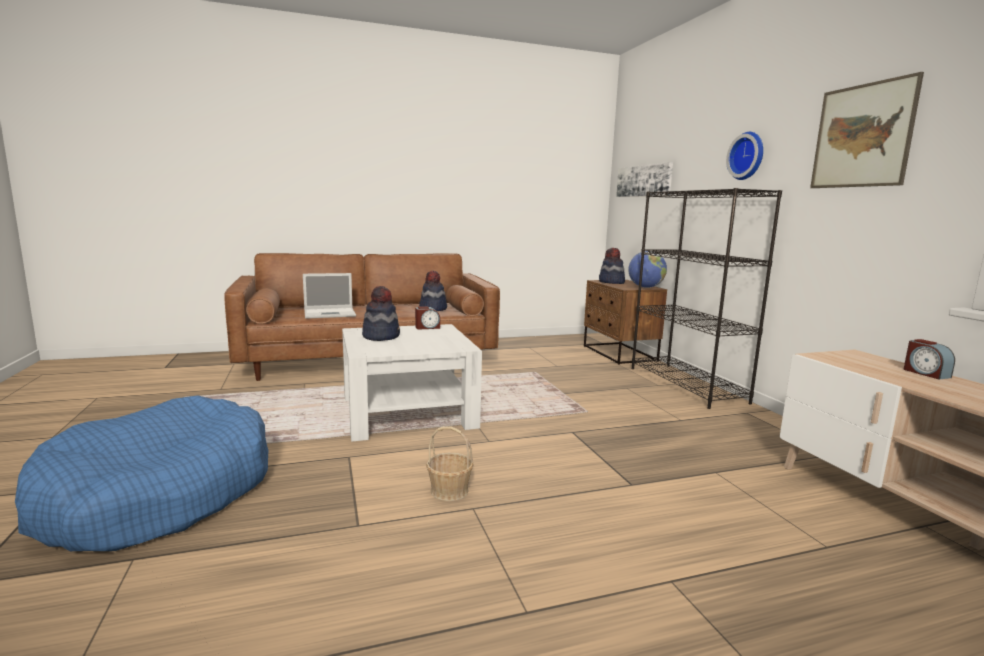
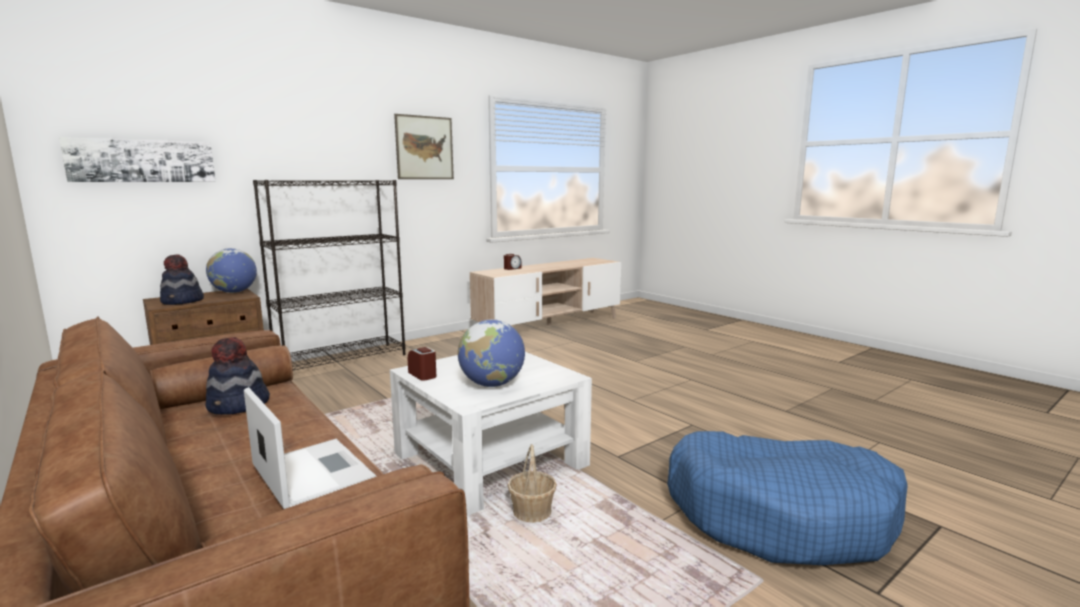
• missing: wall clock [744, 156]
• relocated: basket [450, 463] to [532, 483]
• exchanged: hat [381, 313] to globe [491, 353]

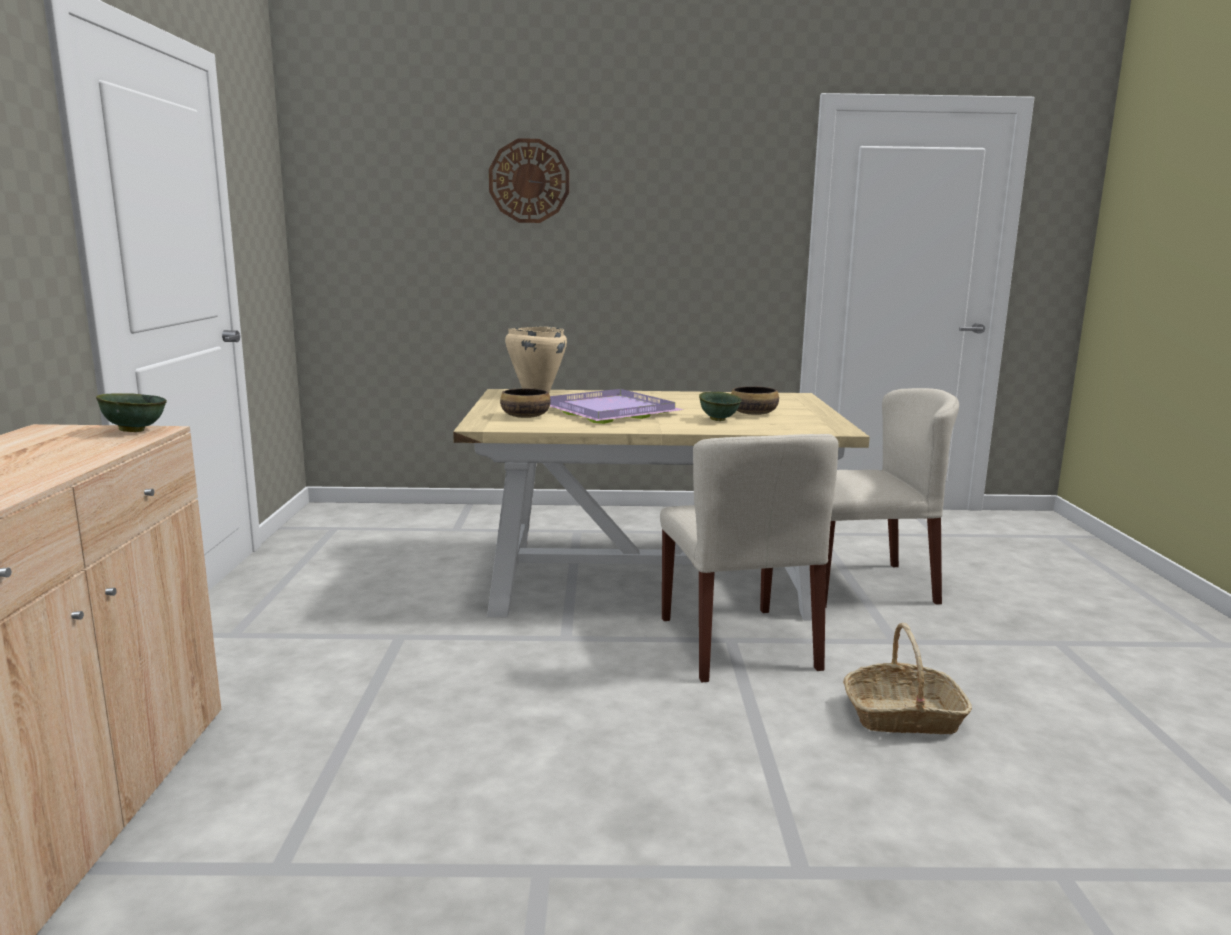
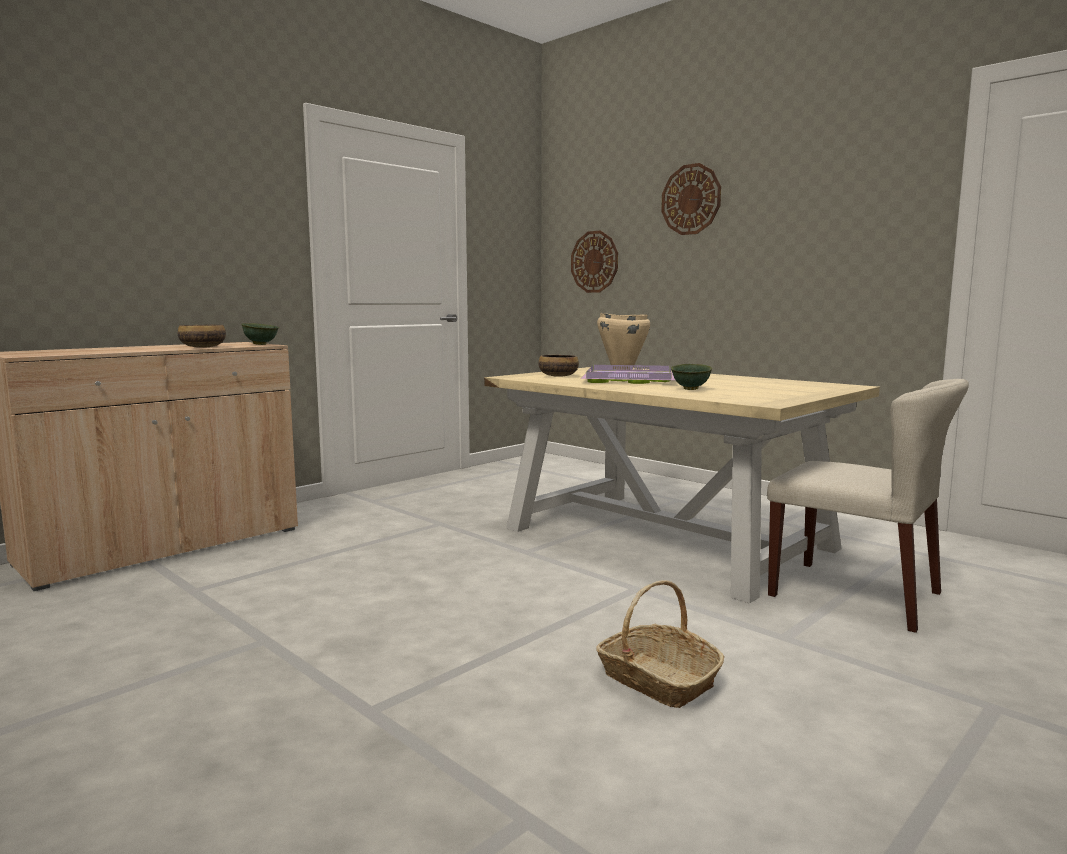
• missing: chair (beige) [749, 558]
• appeared: wall clock [594, 262]
• relocated: bowl [755, 400] to [202, 336]

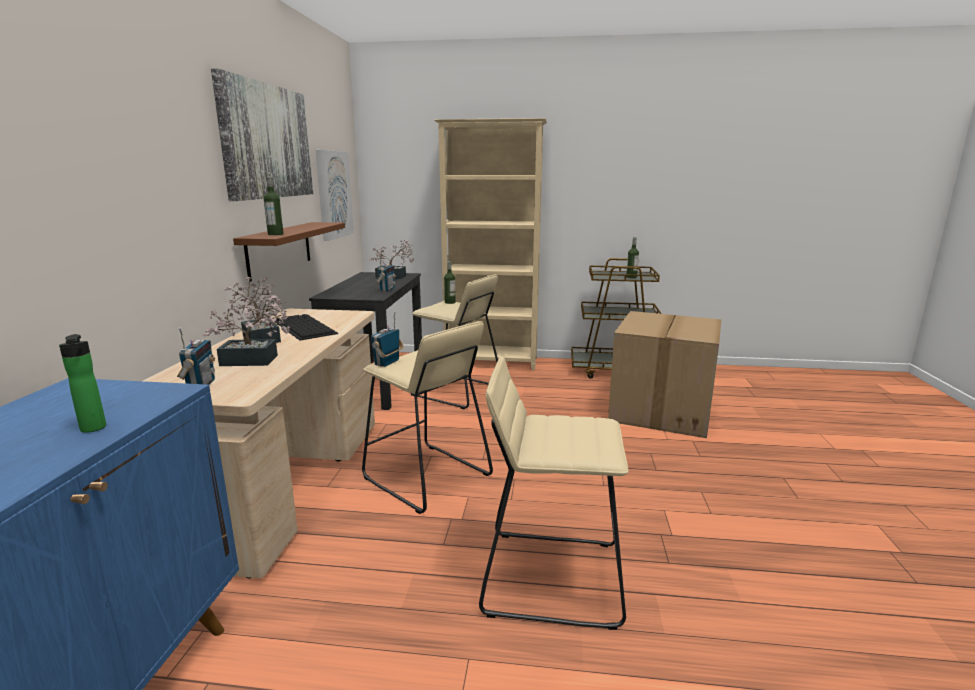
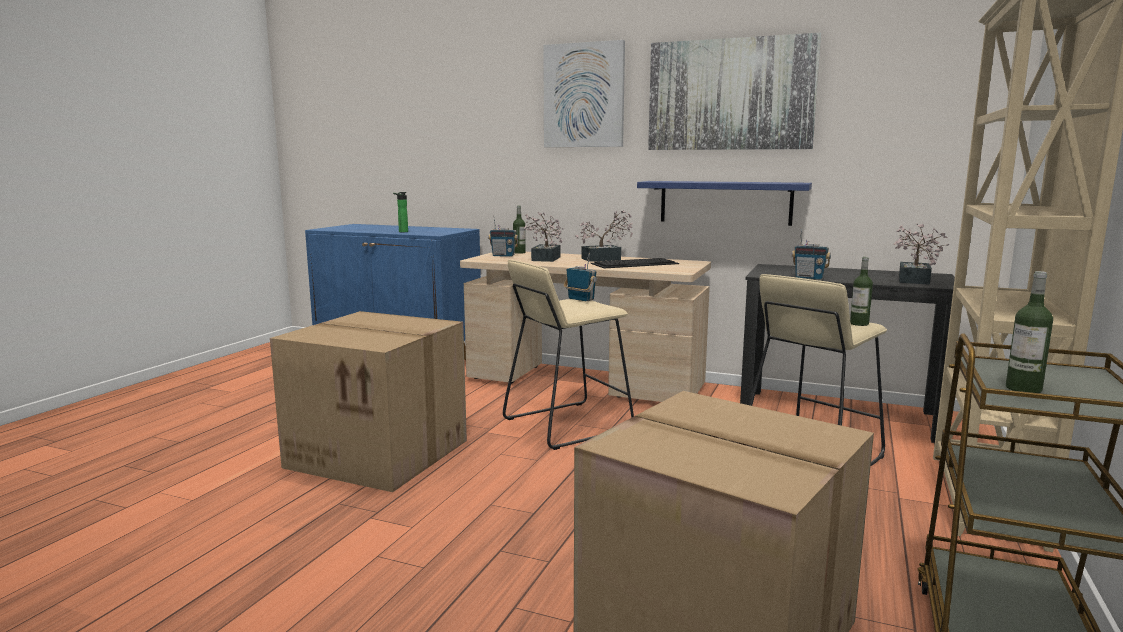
• relocated: bottle [274, 205] to [519, 230]
• relocated: picture [335, 195] to [584, 93]
• exchanged: stool (beige) [554, 493] to cardboard box [368, 401]
• colour: shelf (brown) [289, 252] to shelf (blue) [724, 203]

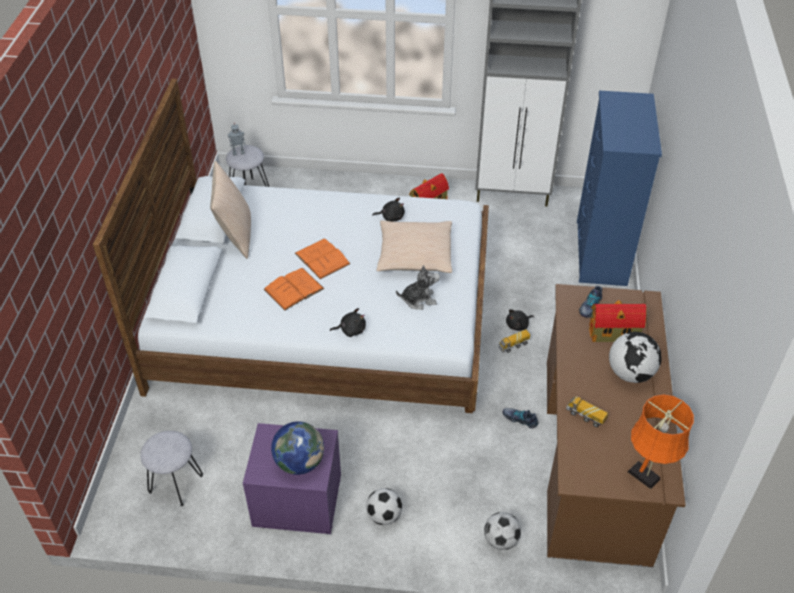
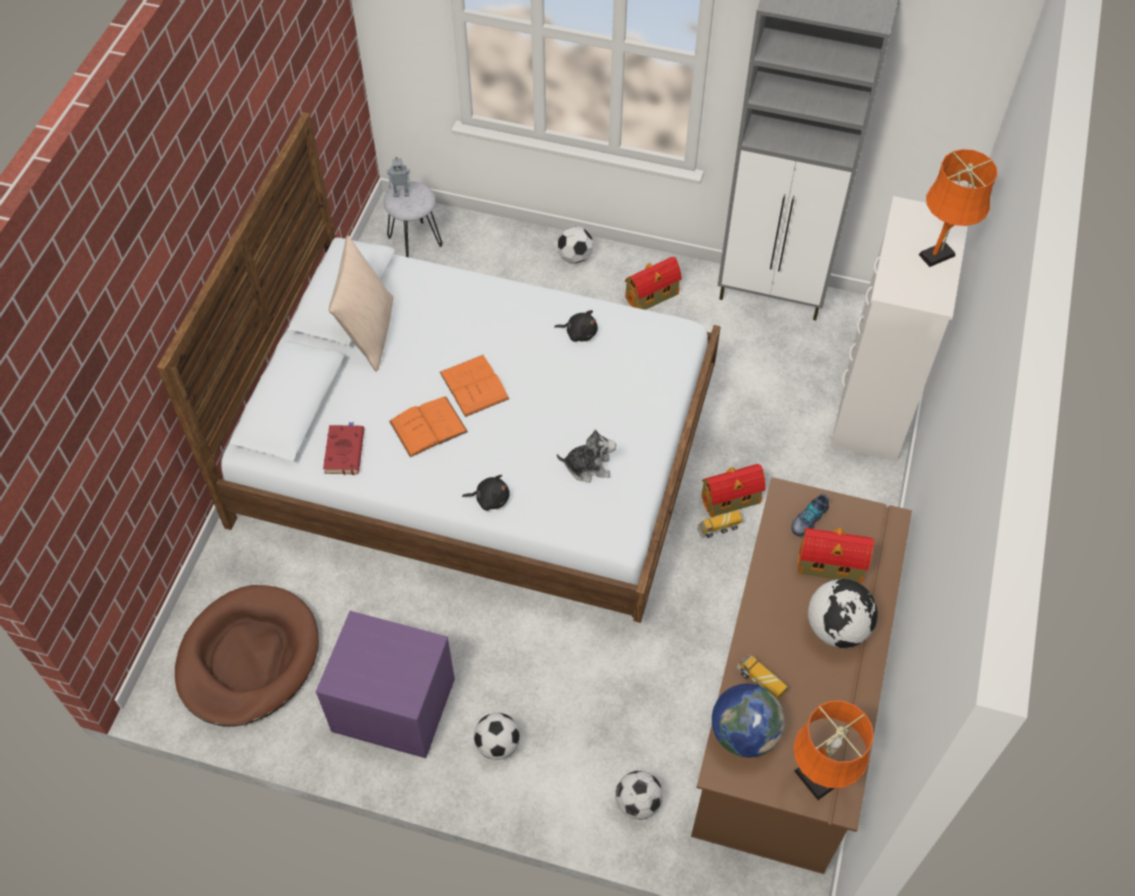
• missing: pillow (beige) [414, 247]
• missing: shoe [520, 418]
• appeared: book (red) [343, 448]
• appeared: football [575, 245]
• appeared: table lamp (orange) [958, 208]
• relocated: globe [297, 448] to [748, 720]
• exchanged: stool (grey) [171, 468] to dog bed (brown) [247, 656]
• exchanged: plush toy (black) [520, 320] to toy house [733, 490]
• colour: dresser (blue) [619, 188] to dresser (white) [899, 328]

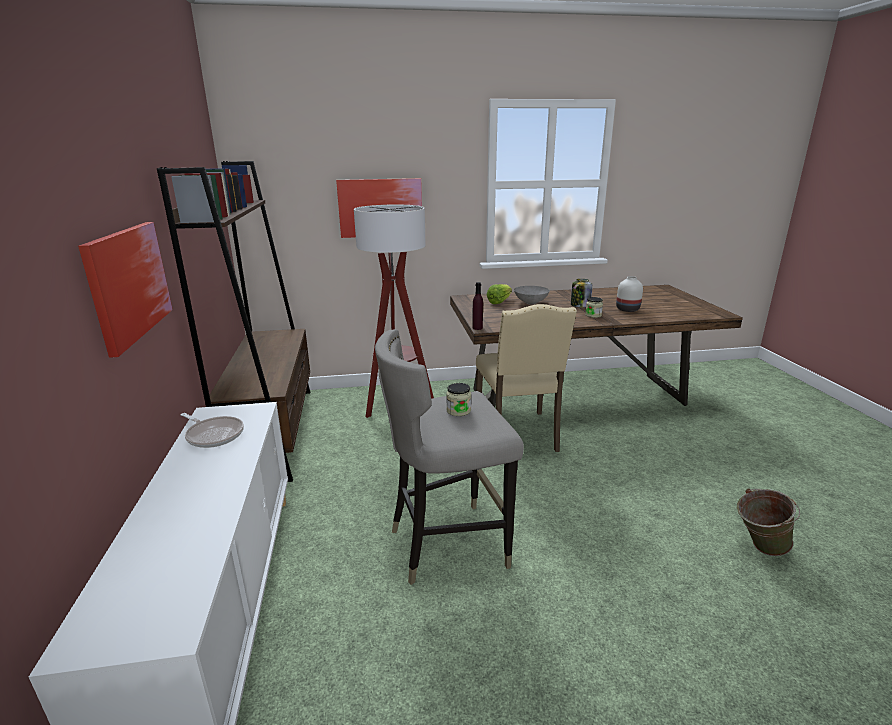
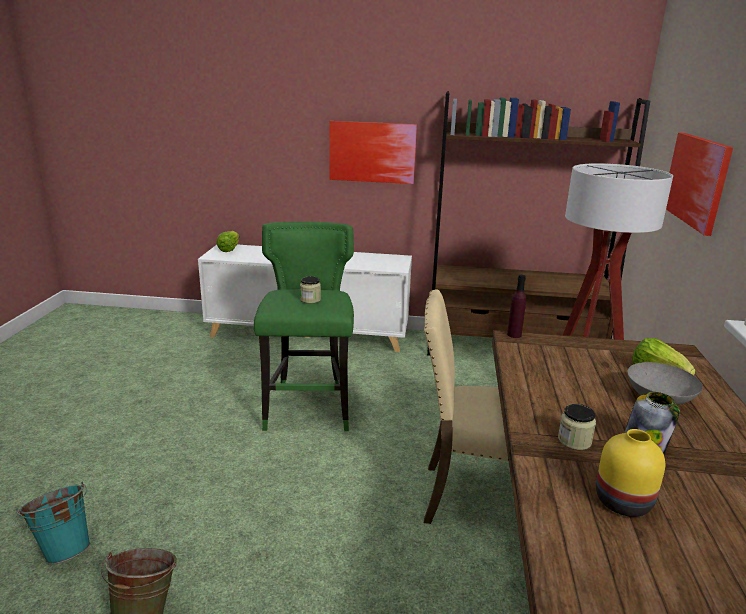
• missing: frying pan [212, 430]
• appeared: bucket (turquoise) [53, 522]
• appeared: lettuce [227, 241]
• colour: stool (grey) [449, 457] to stool (green) [304, 326]
• colour: vase (white) [629, 294] to vase (yellow) [630, 473]

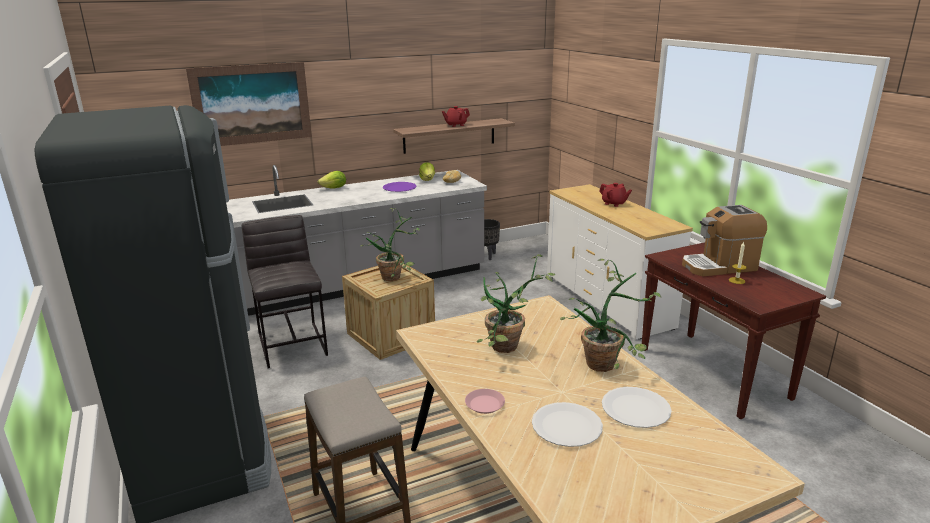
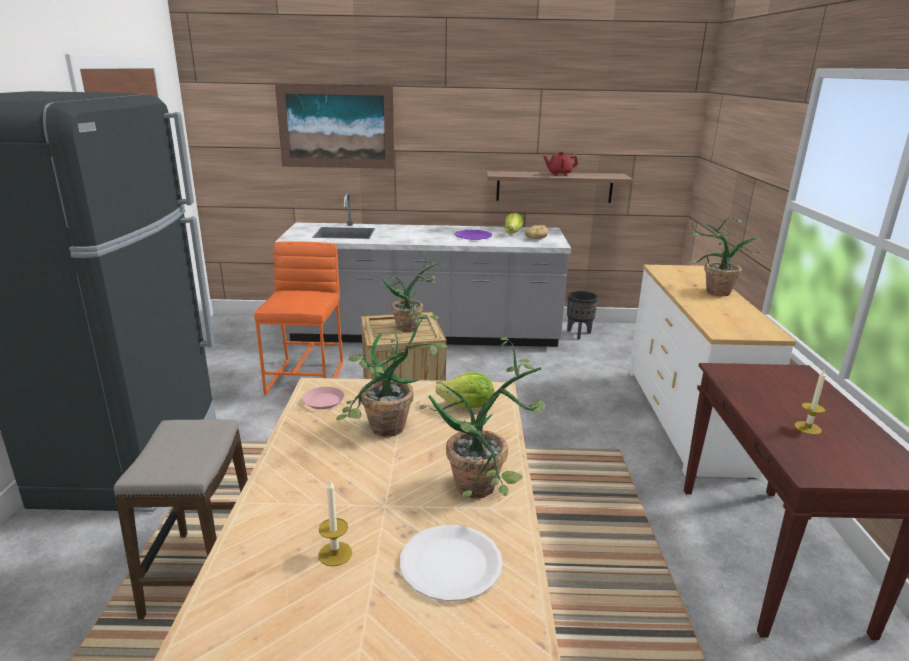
• missing: coffee machine [724, 240]
• relocated: lettuce [332, 180] to [464, 390]
• relocated: plate (pink) [485, 401] to [323, 398]
• exchanged: plate (white) [567, 424] to candle [335, 523]
• exchanged: teapot (red) [615, 195] to potted plant [726, 256]
• colour: stool (grey) [285, 291] to stool (orange) [298, 318]

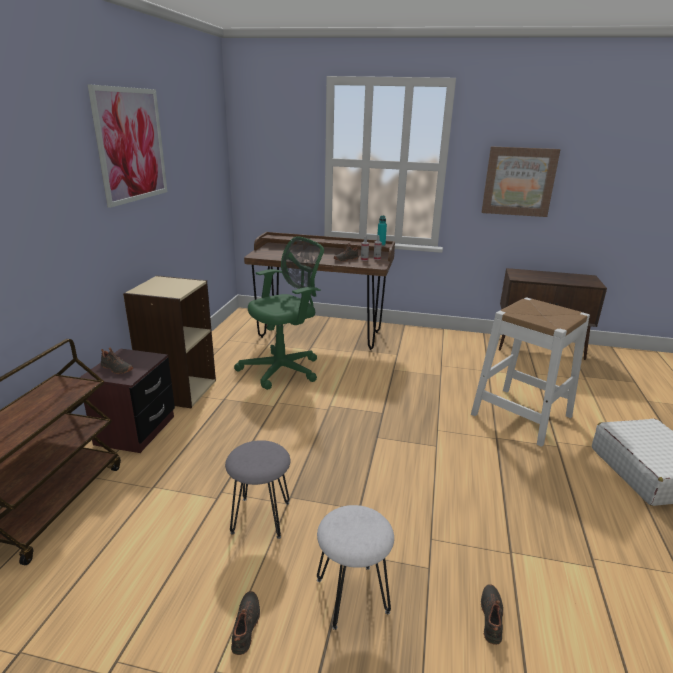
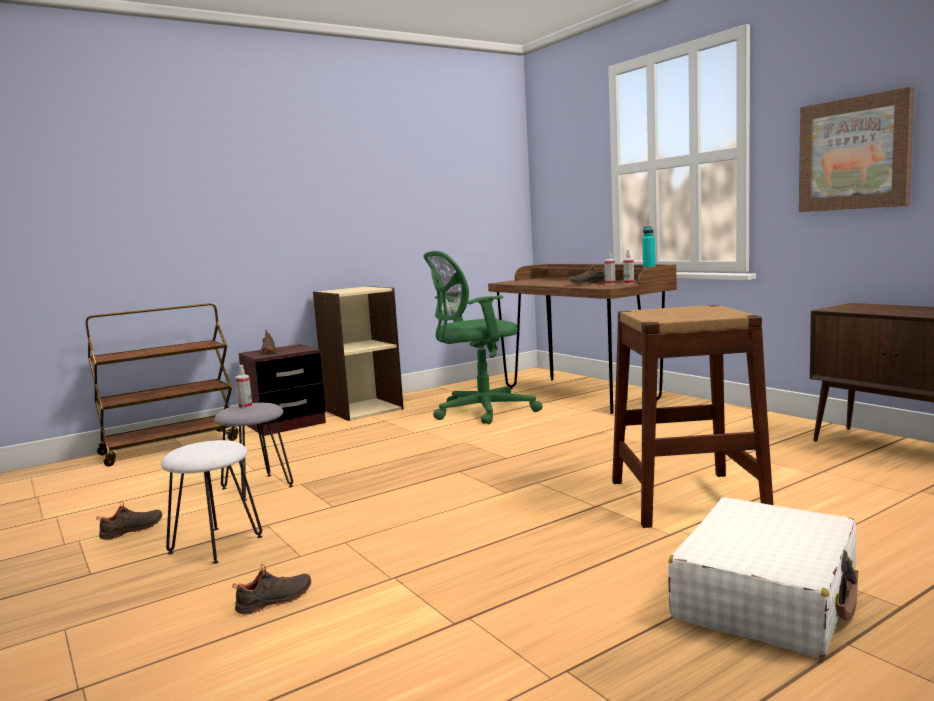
• missing: picture [127, 146]
• appeared: spray bottle [244, 387]
• colour: stool (white) [530, 372] to stool (brown) [693, 416]
• spun: office chair (green) [279, 313] = [483, 337] 150 degrees clockwise

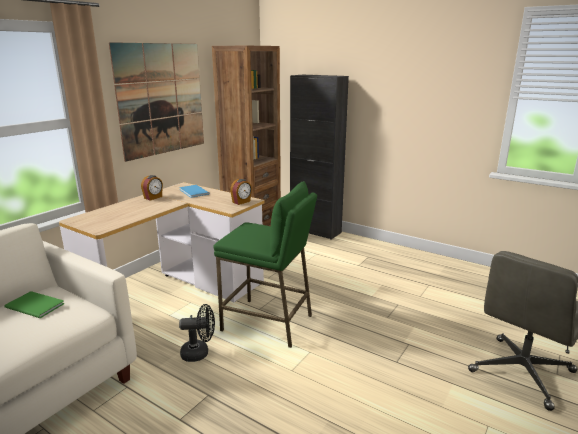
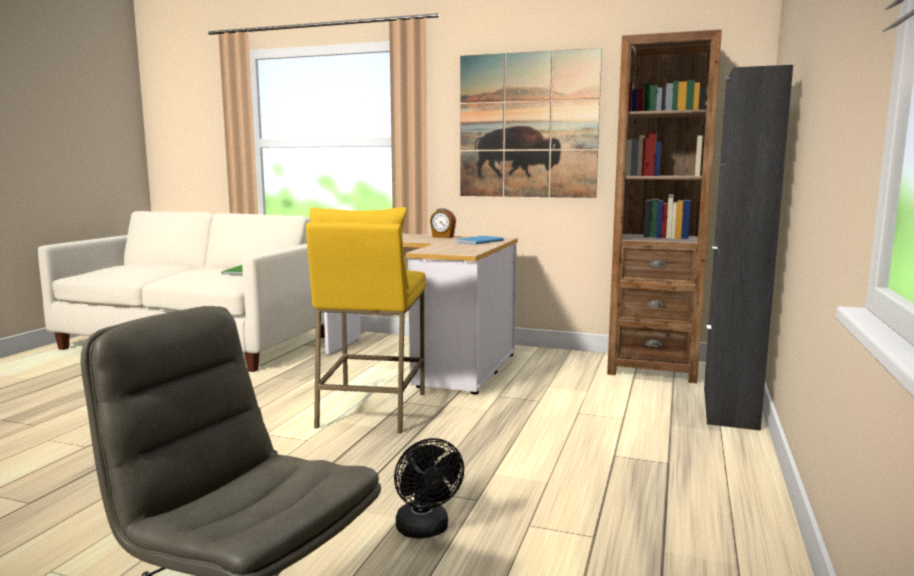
• missing: alarm clock [241, 192]
• relocated: fan (black) [197, 333] to [429, 488]
• colour: stool (green) [265, 264] to stool (yellow) [366, 320]

